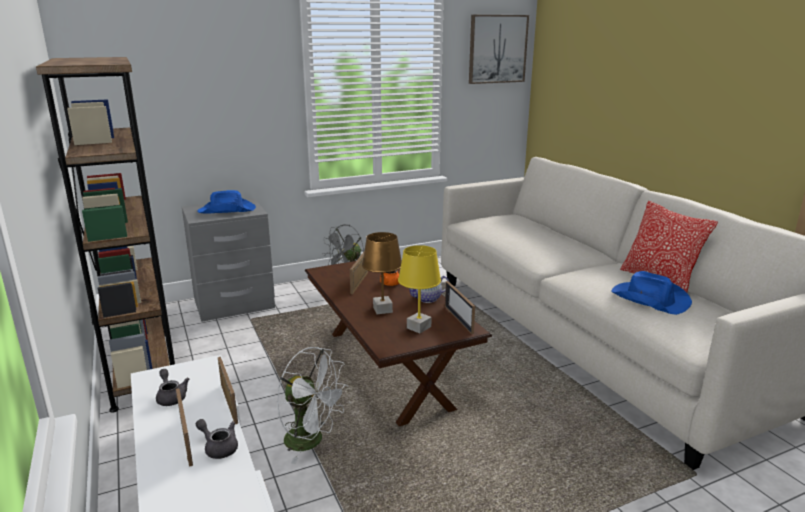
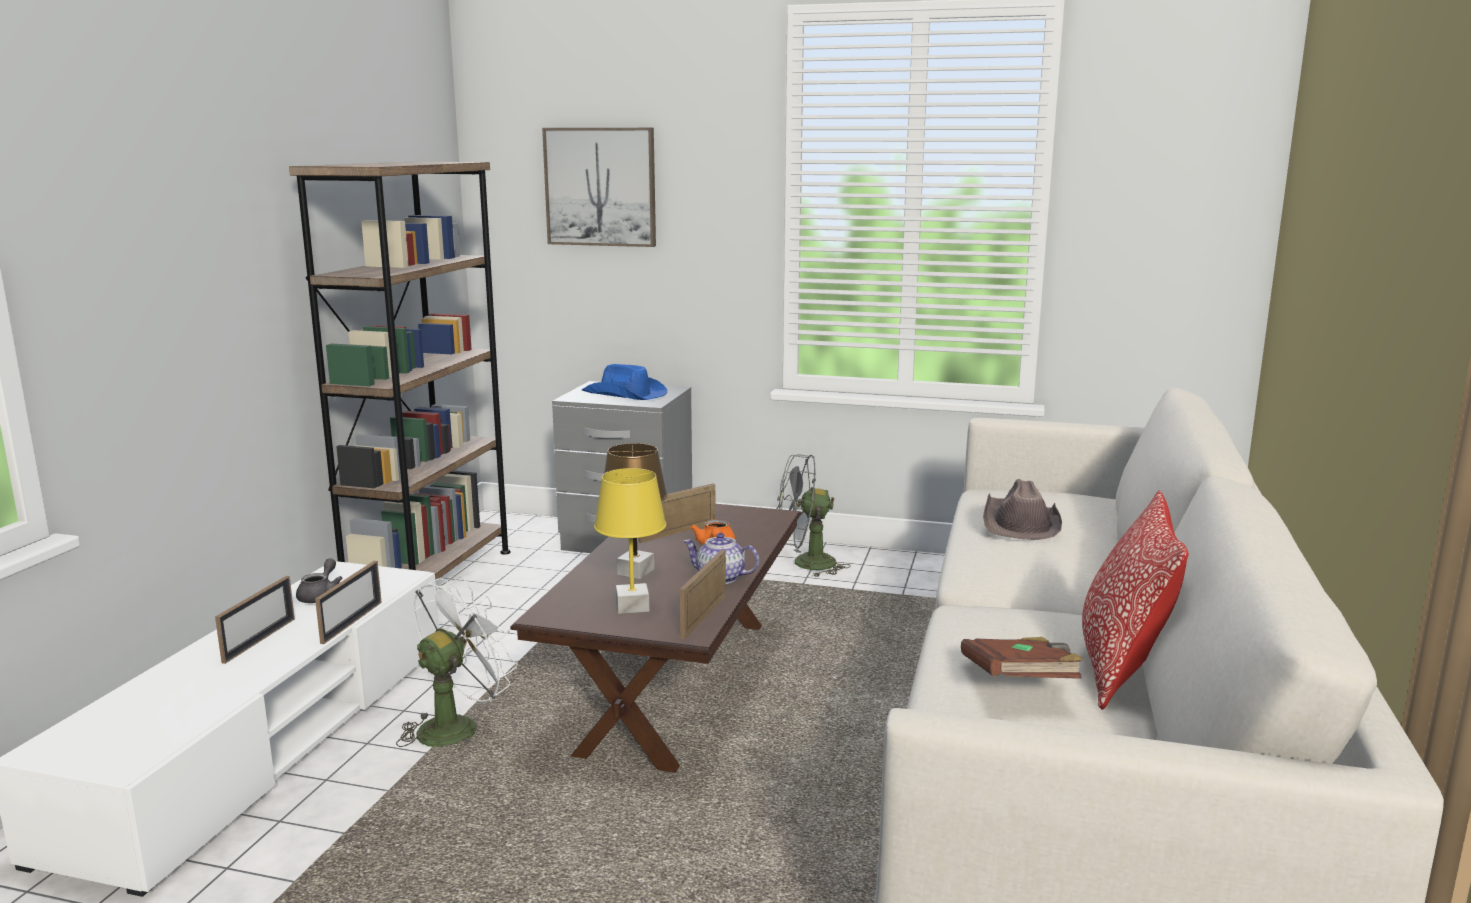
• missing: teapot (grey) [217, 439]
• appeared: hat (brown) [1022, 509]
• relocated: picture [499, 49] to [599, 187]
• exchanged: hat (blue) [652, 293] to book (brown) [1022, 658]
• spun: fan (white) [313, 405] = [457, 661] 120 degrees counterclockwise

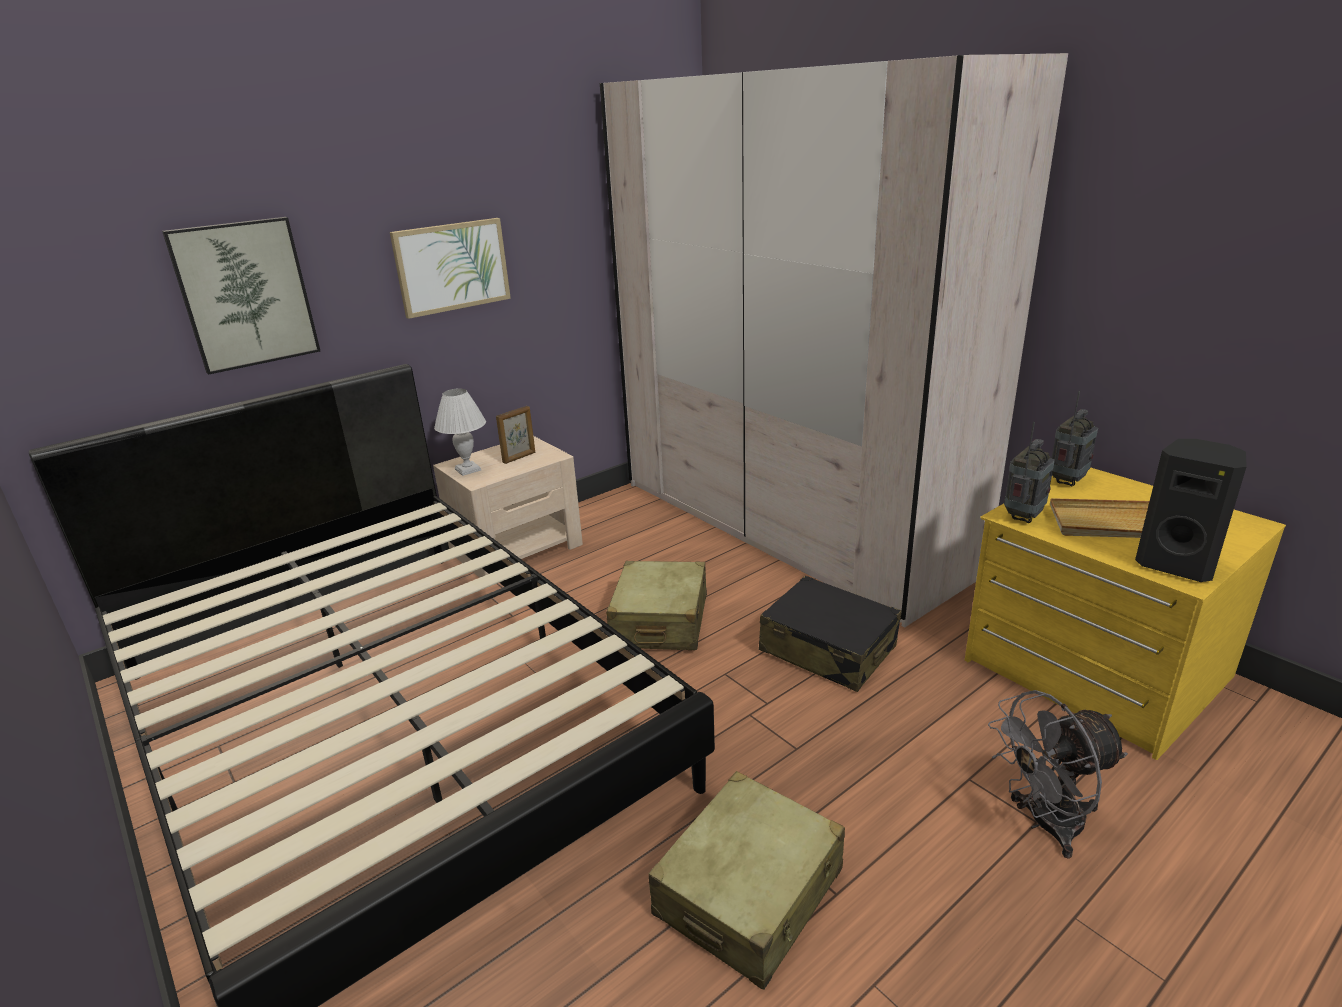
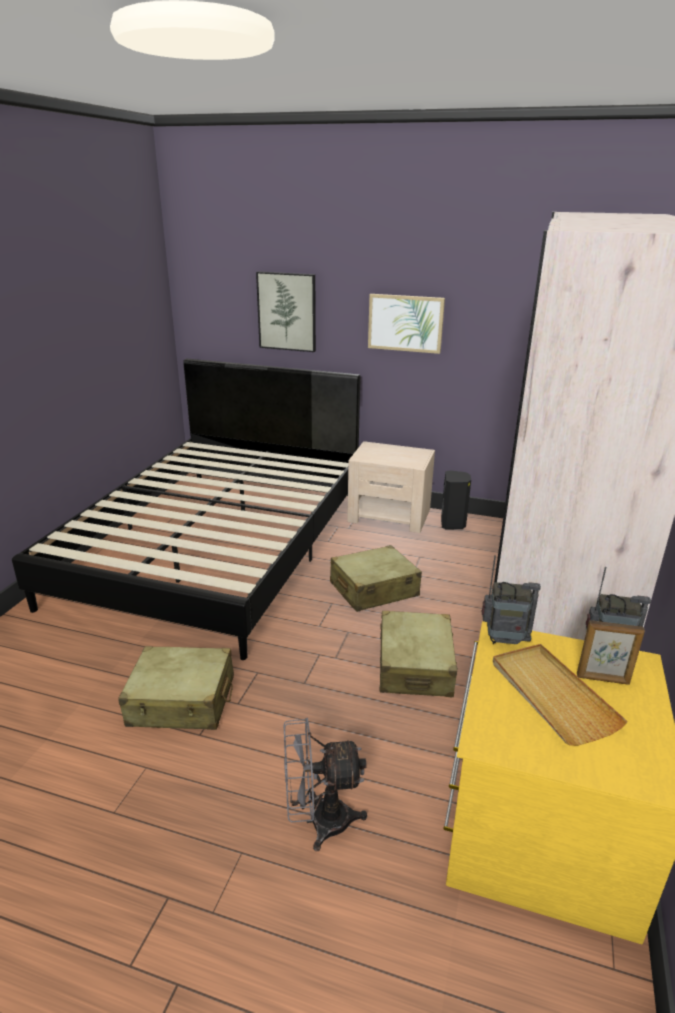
• missing: table lamp (white) [460, 432]
• relocated: picture frame [515, 435] to [611, 652]
• relocated: speaker (black) [1191, 510] to [456, 499]
• colour: suitcase (black) [830, 634] to suitcase (beige) [418, 654]
• spun: fan (grey) [1058, 774] = [325, 785] 45 degrees counterclockwise

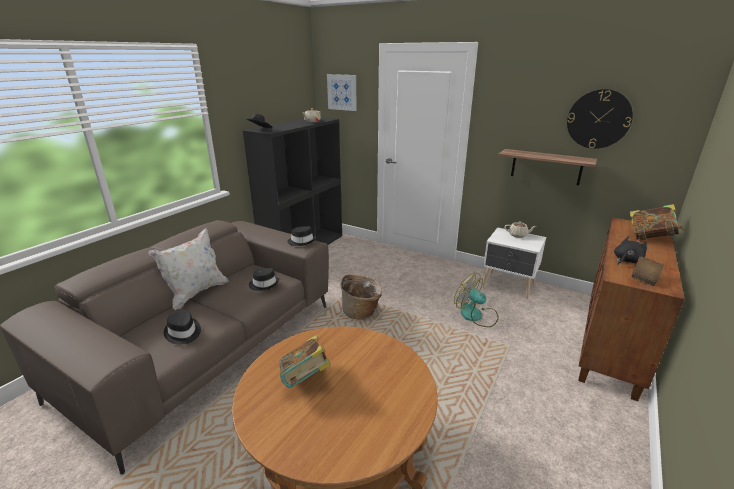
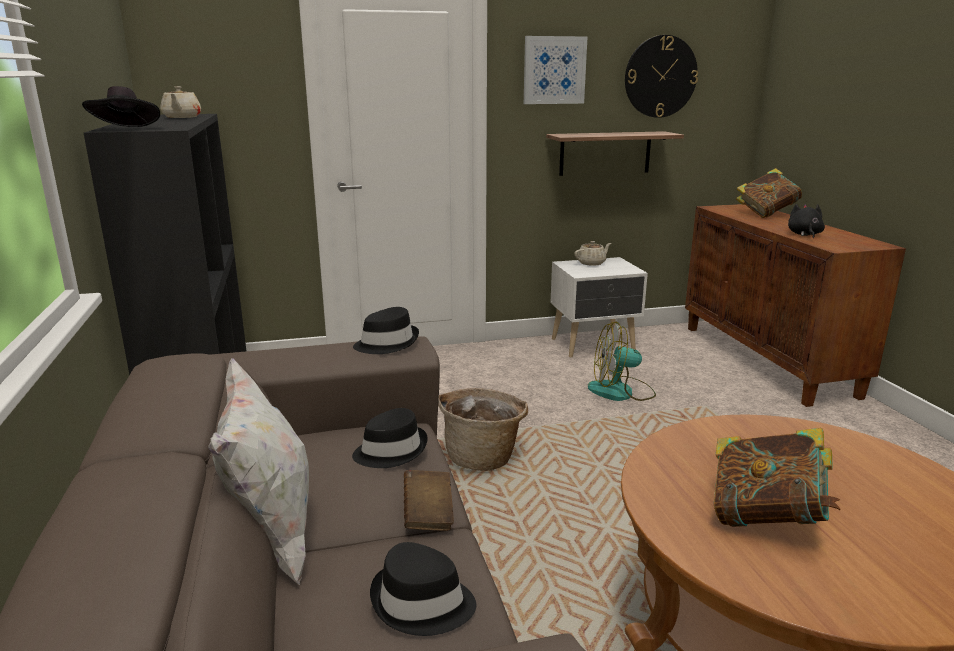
• relocated: picture [342, 92] to [556, 70]
• relocated: book (brown) [647, 271] to [429, 500]

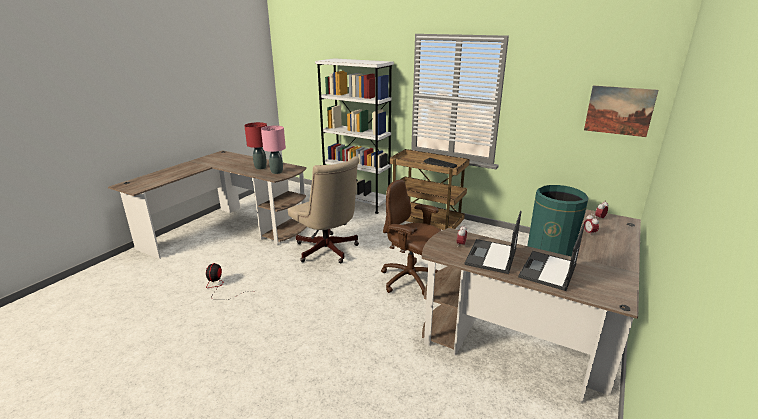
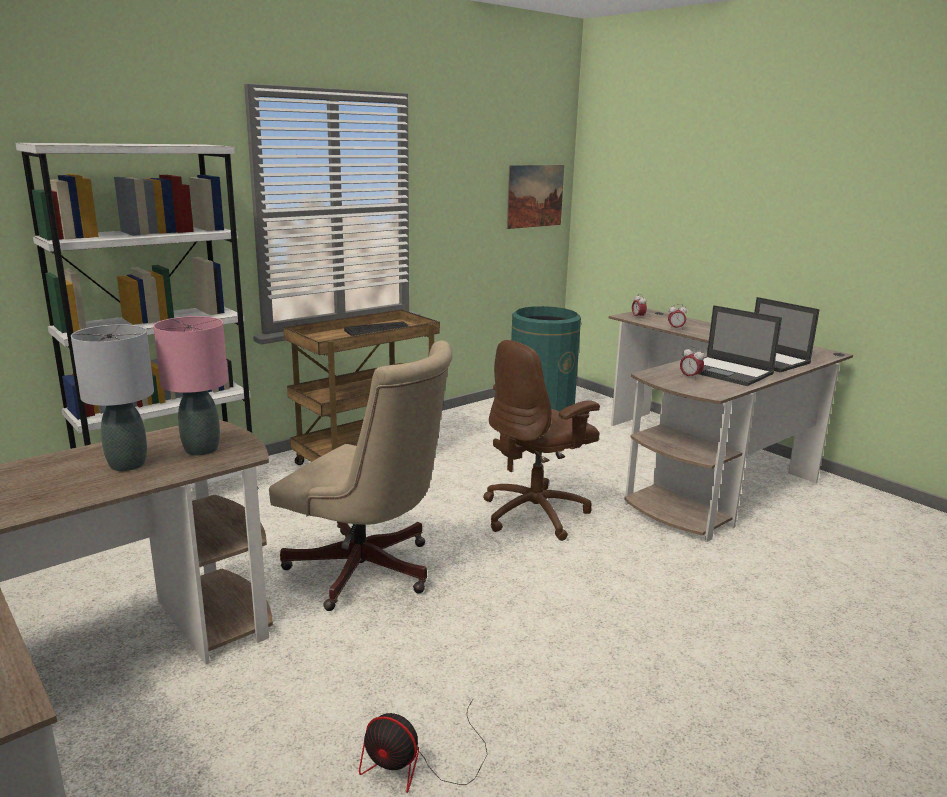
• colour: table lamp (red) [255, 146] to table lamp (grey) [112, 397]
• spun: office chair (beige) [323, 209] = [361, 476] 45 degrees clockwise

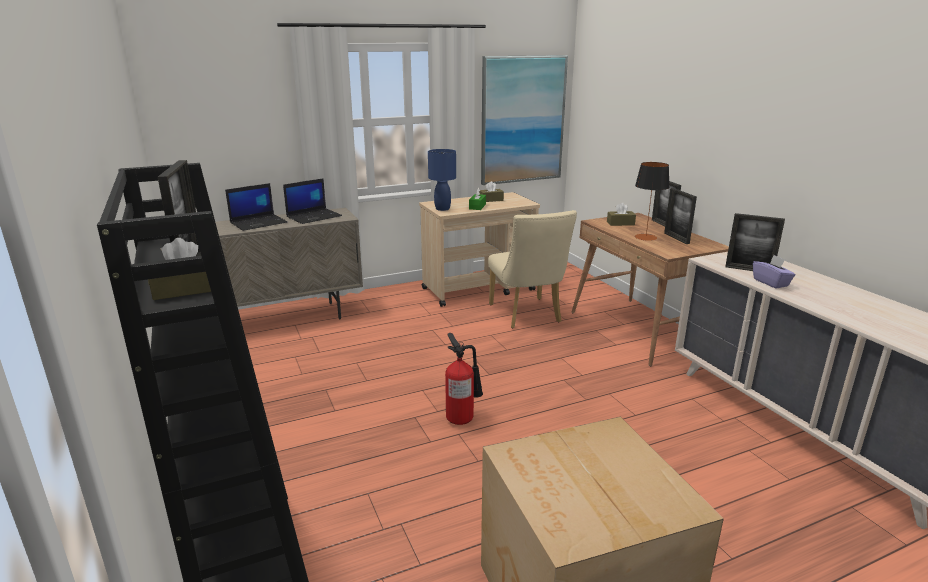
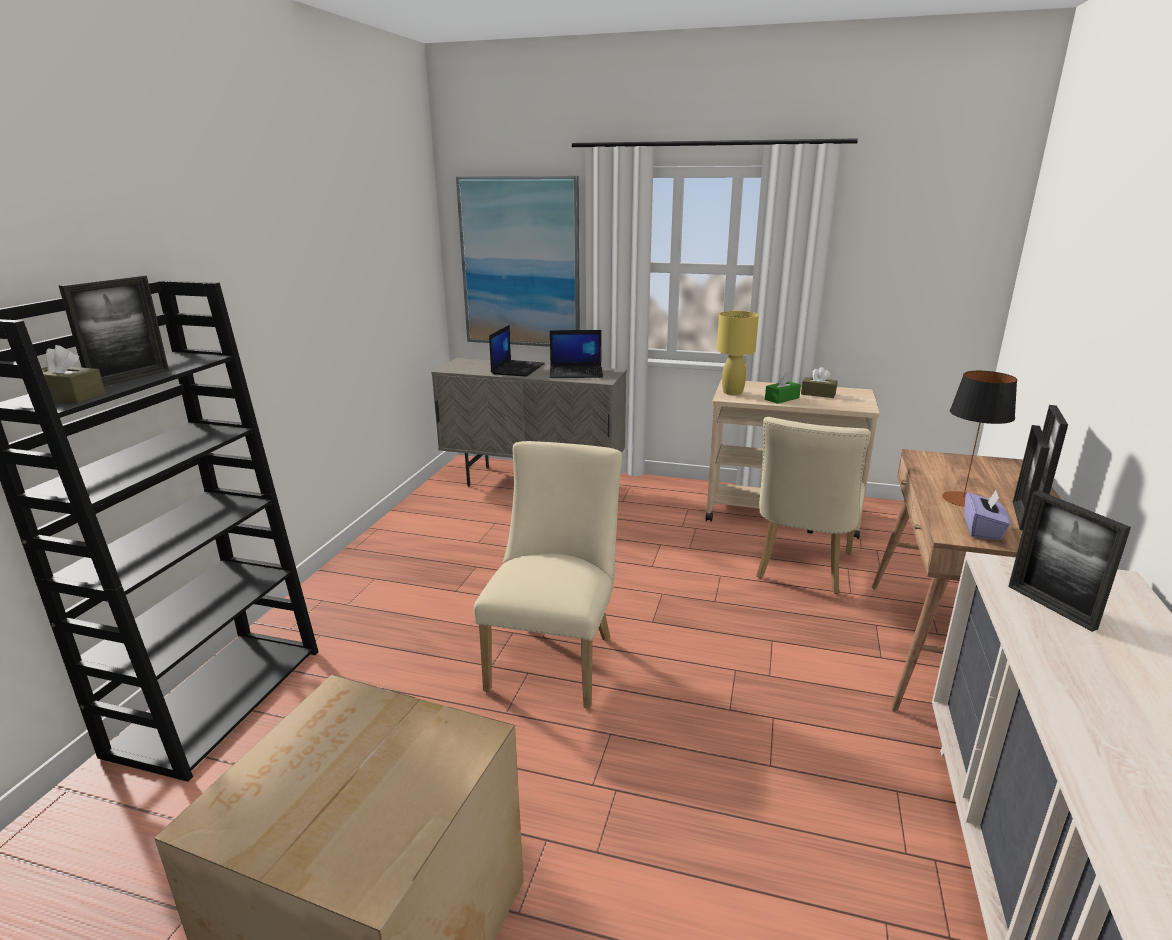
• missing: tissue box (brown) [621, 214]
• relocated: picture [524, 120] to [518, 261]
• relocated: tissue box (purple) [774, 272] to [987, 514]
• exchanged: fire extinguisher [464, 379] to chair (beige) [548, 575]
• colour: table lamp (blue) [442, 180] to table lamp (yellow) [738, 353]
• spun: laptop [256, 207] = [517, 351] 75 degrees counterclockwise

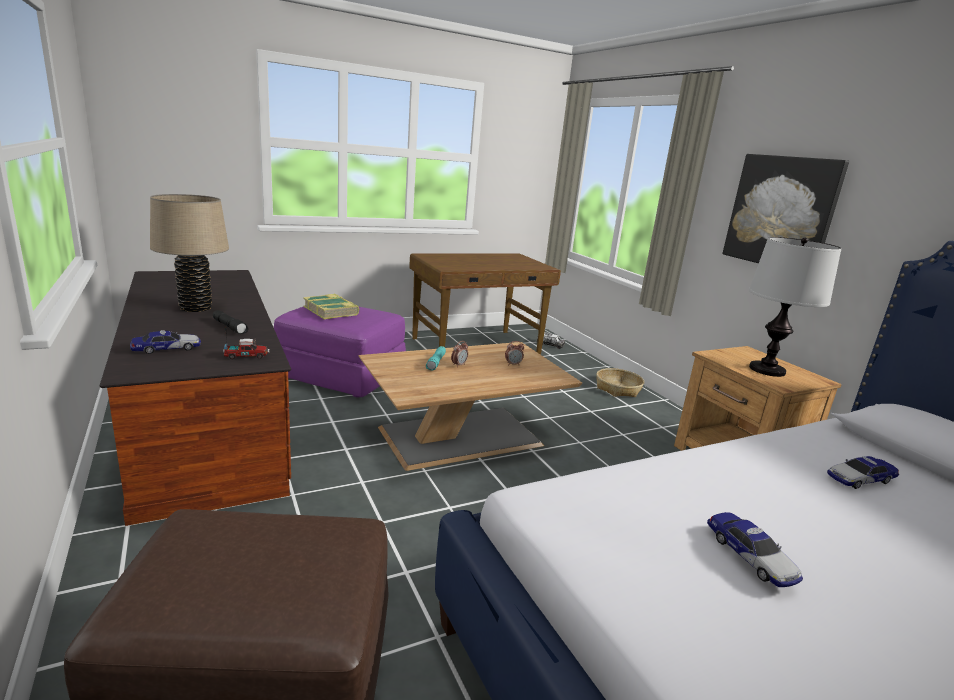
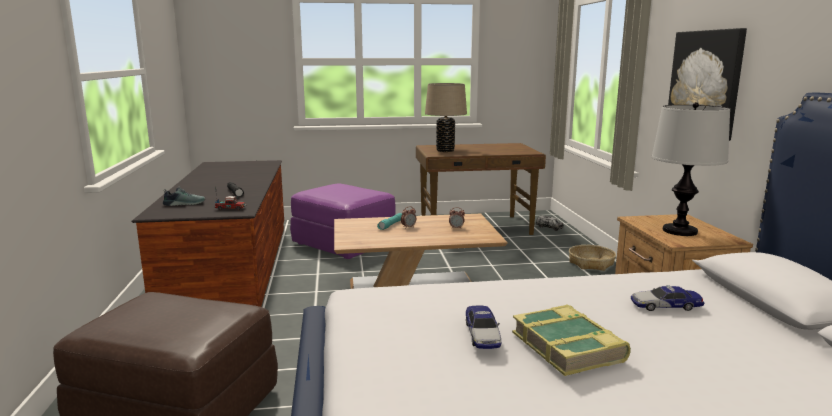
• relocated: table lamp (beige) [189, 253] to [446, 117]
• relocated: book [331, 306] to [571, 340]
• exchanged: toy car [165, 342] to shoe [184, 196]

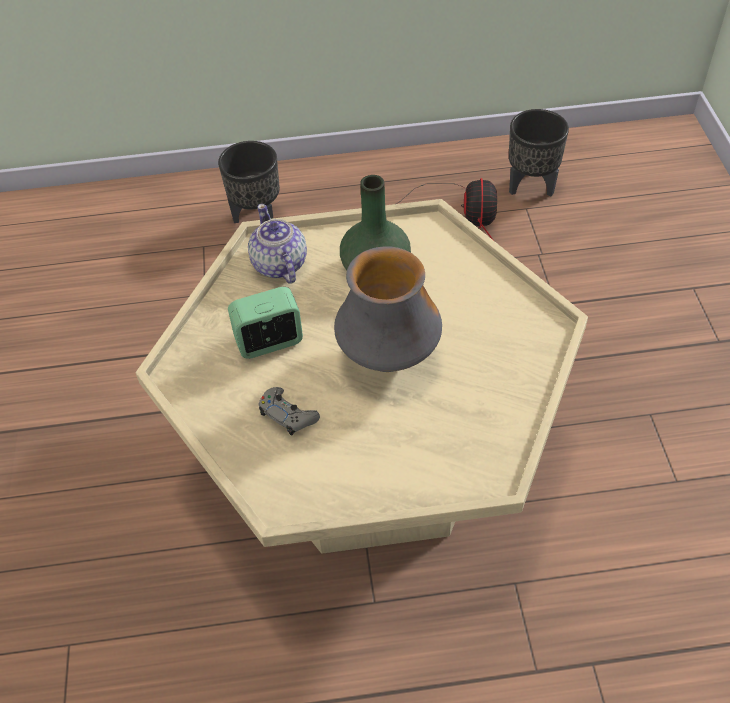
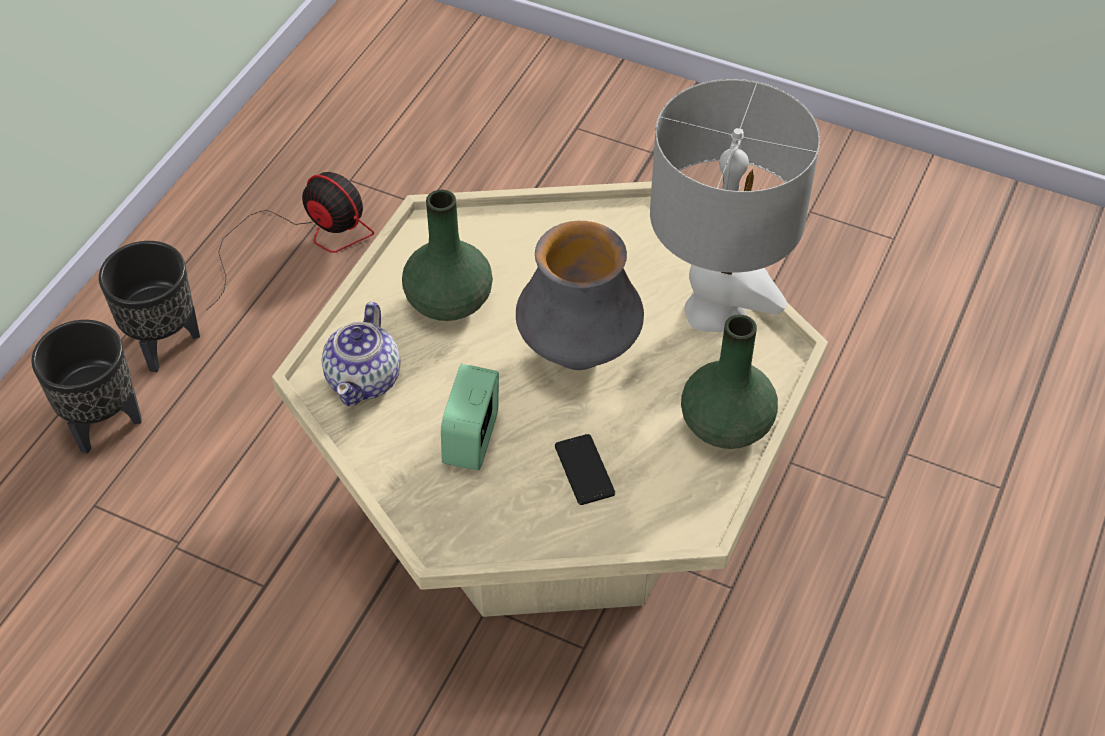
• appeared: table lamp (grey) [735, 205]
• appeared: vase (green) [729, 382]
• relocated: planter (black) [539, 152] to [149, 306]
• exchanged: game controller (grey) [289, 411] to phone [585, 469]
• spun: teapot [277, 244] = [361, 354] 90 degrees counterclockwise

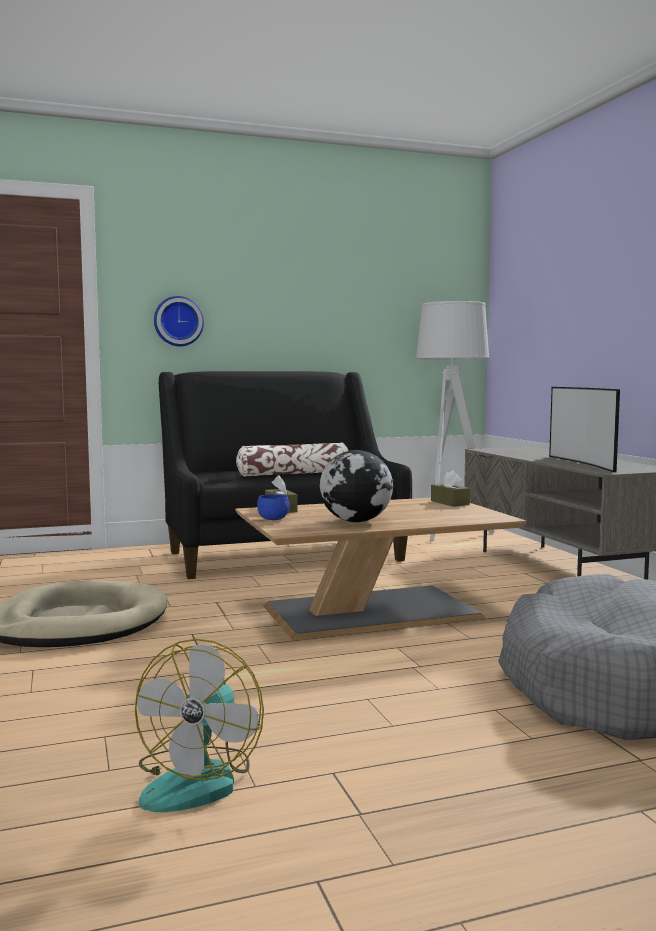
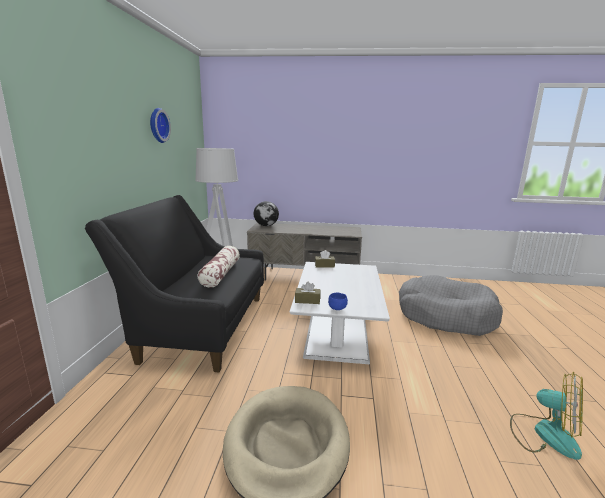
• missing: television [584, 429]
• relocated: wall clock [179, 321] to [160, 125]
• relocated: globe [356, 486] to [266, 213]
• colour: coffee table (brown) [381, 569] to coffee table (white) [339, 313]

